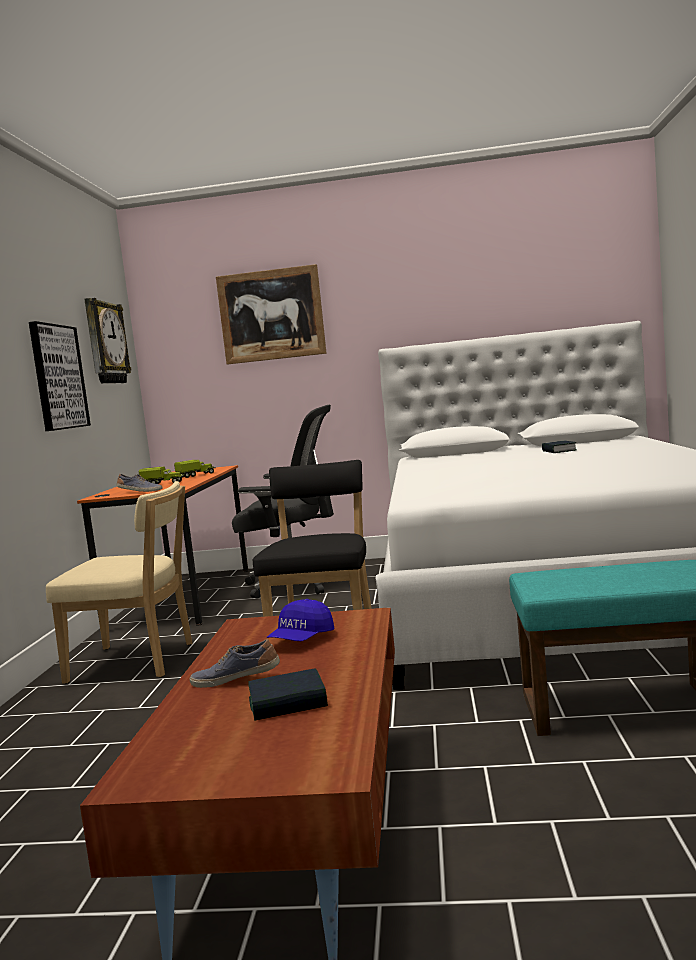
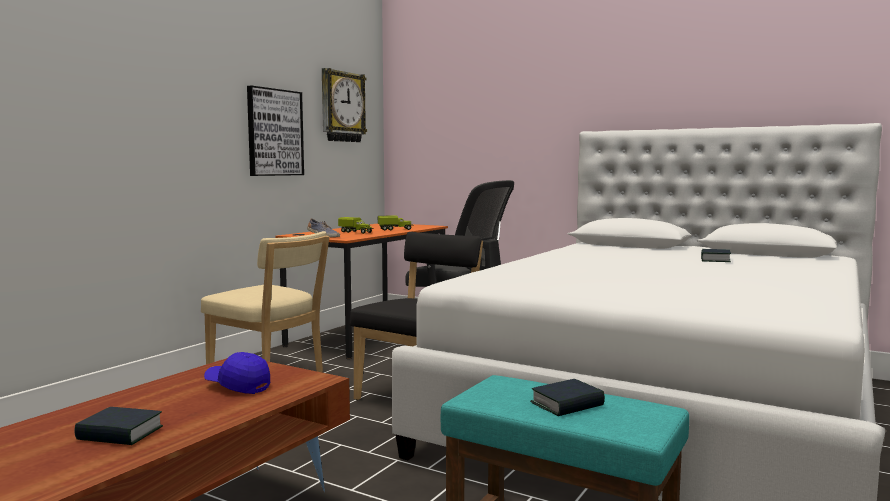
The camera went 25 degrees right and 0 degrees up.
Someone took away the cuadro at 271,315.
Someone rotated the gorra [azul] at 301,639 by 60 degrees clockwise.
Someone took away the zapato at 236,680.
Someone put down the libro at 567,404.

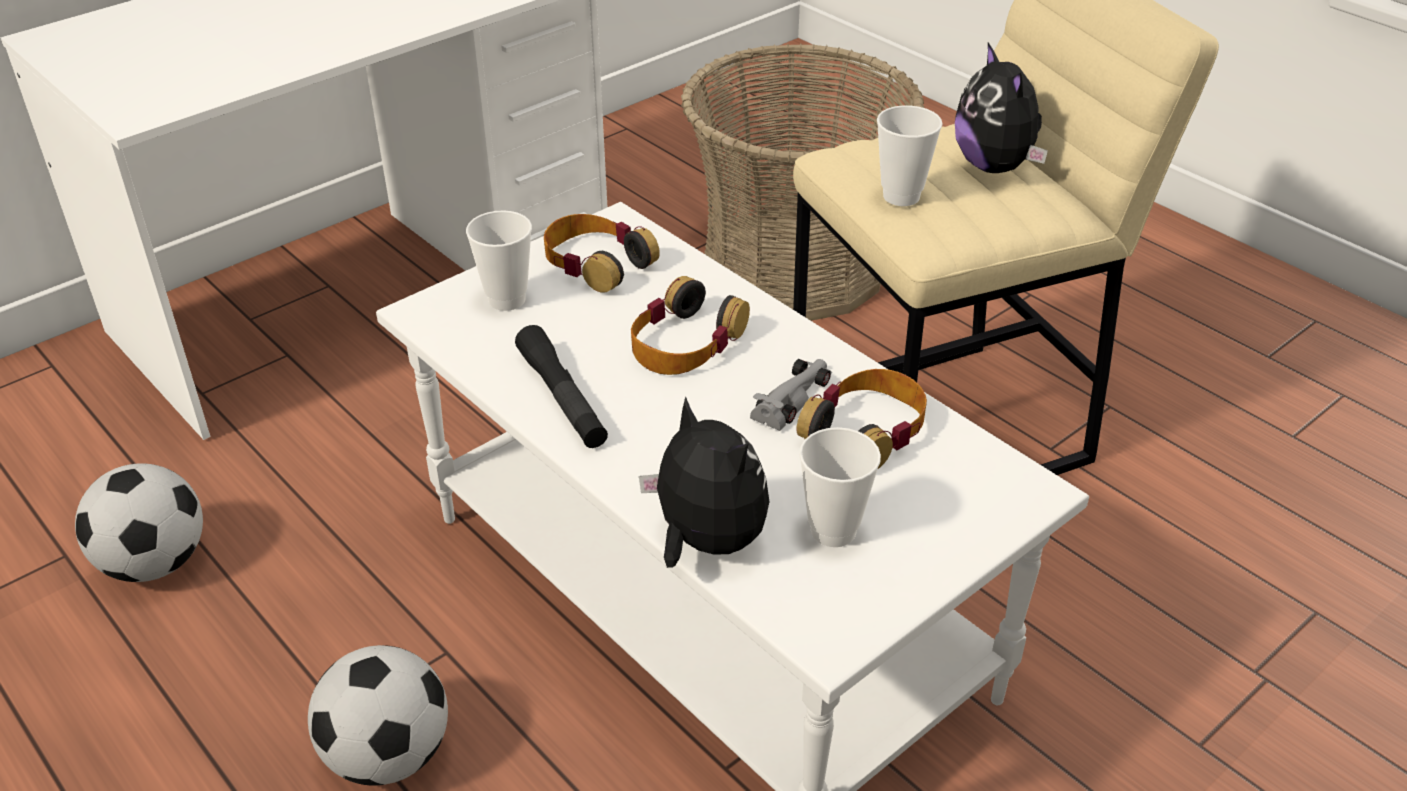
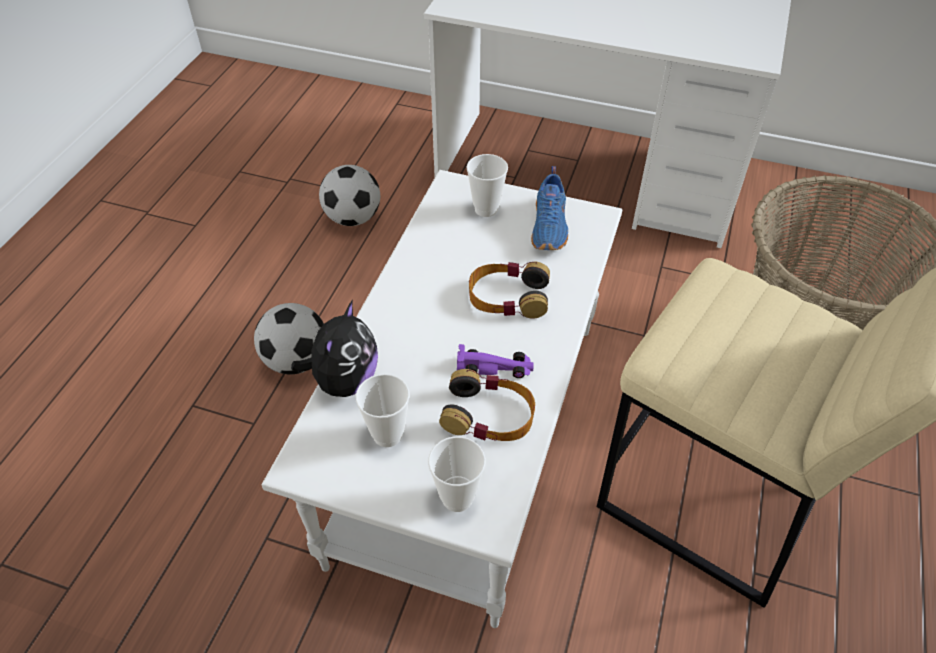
The camera went 60 degrees right and 10 degrees up.
Someone took away the peluche at 995,166.
Someone carried the taza from 901,196 to 457,497.
Someone swapped the auriculares at 596,263 for the zapato [azul] at 550,227.
Someone took away the linterna [negro] at 562,398.
Someone repainted the coche de juguete [gris] at 793,397, which became the coche de juguete [morado] at 495,367.

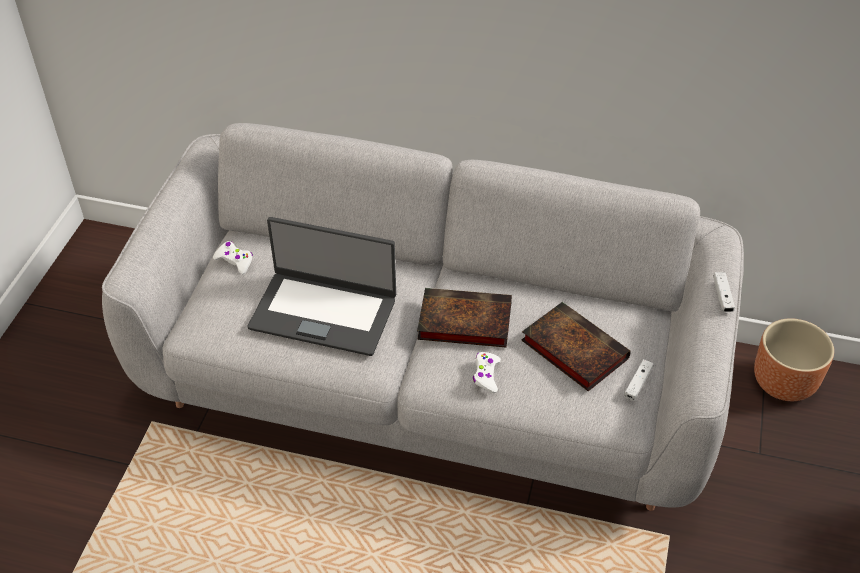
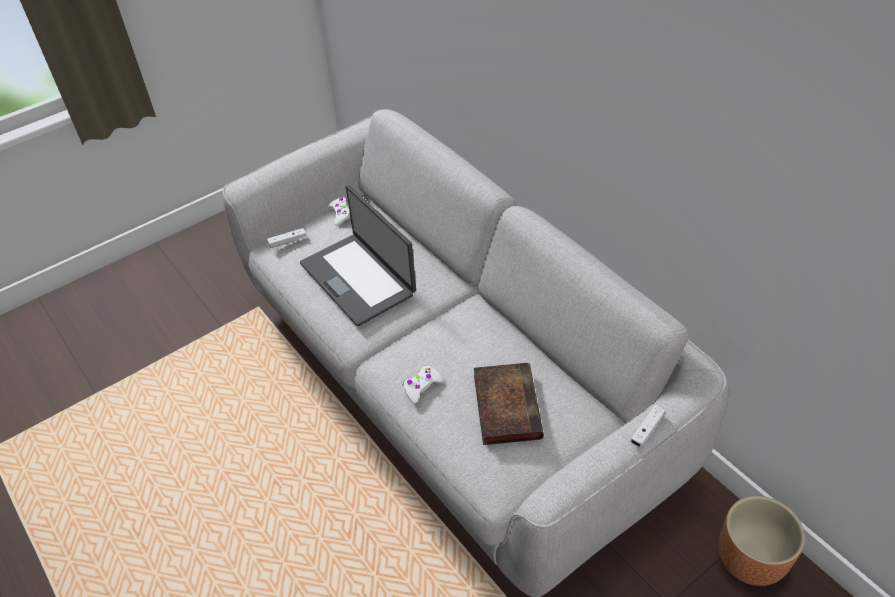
The camera went 40 degrees right and 0 degrees up.
Someone took away the libro at 462,322.
Someone carried the mando de consola [blanco] from 638,383 to 287,241.

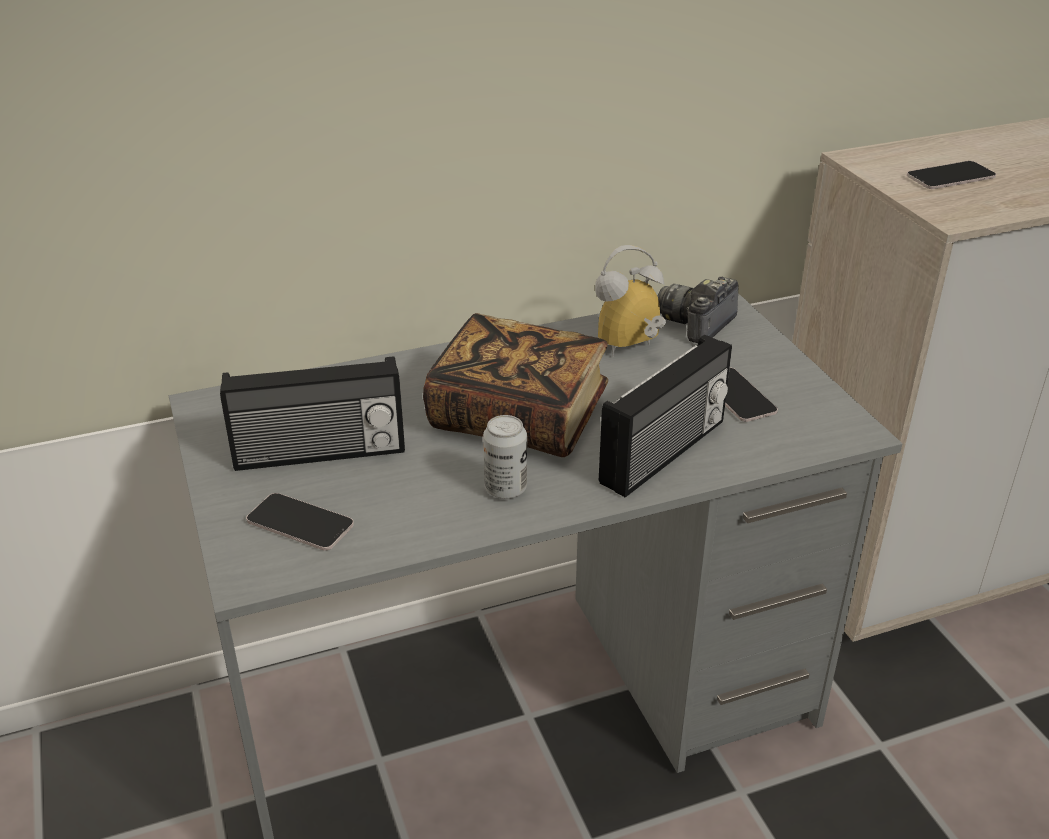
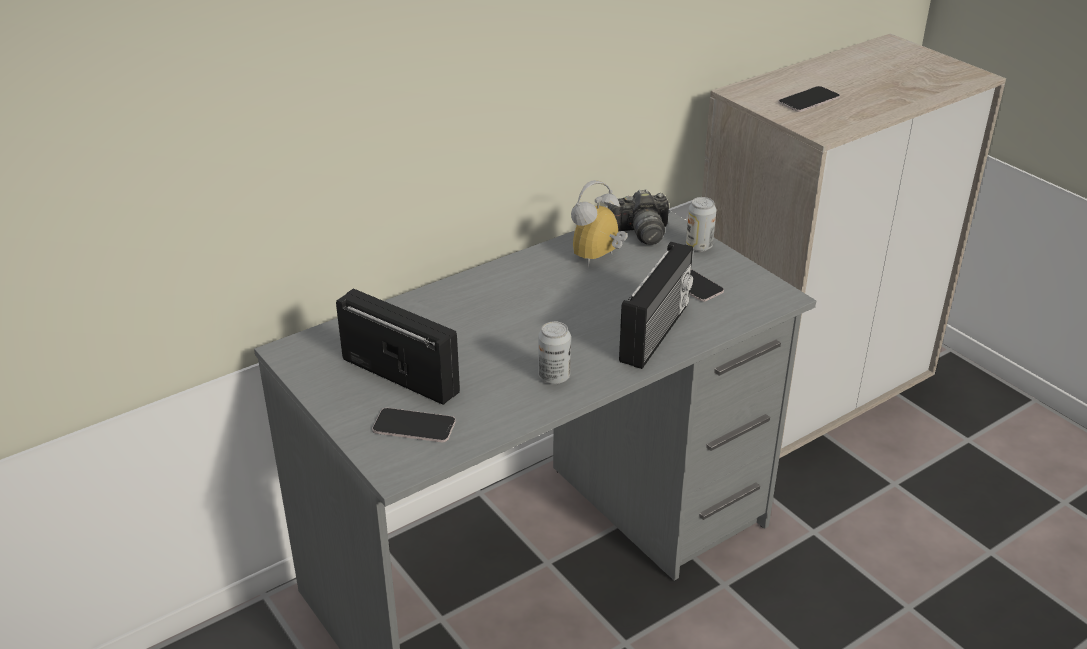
The camera went 15 degrees left and 0 degrees up.
Someone rotated the cámara at 698,324 by 120 degrees counterclockwise.
Someone took away the libro at 518,417.
Someone rotated the radio at 320,454 by 120 degrees counterclockwise.
Someone put down the lata at 699,246.

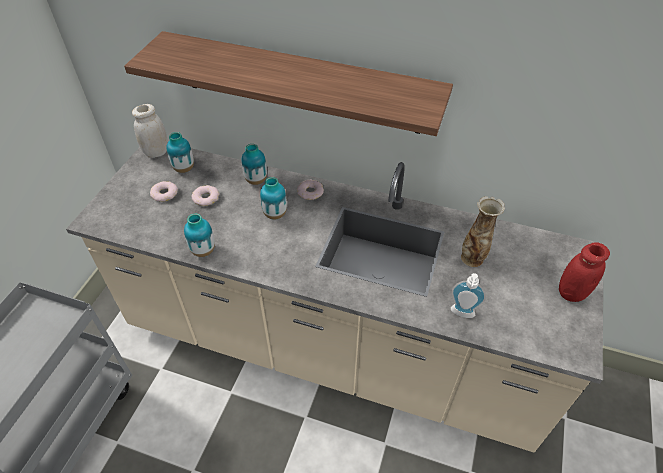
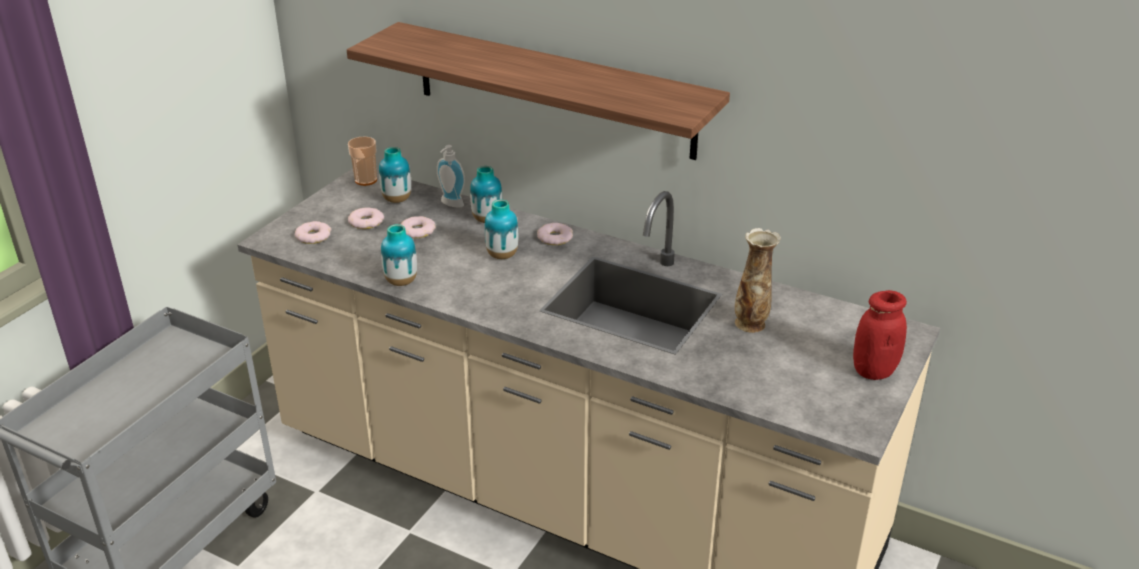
The camera went 10 degrees right and 15 degrees down.
Someone swapped the tarro [blanco] at 156,152 for the taza at 366,180.
Someone carried the dispensador de jabón from 462,314 to 450,204.
Someone put down the rosquilla at 313,236.

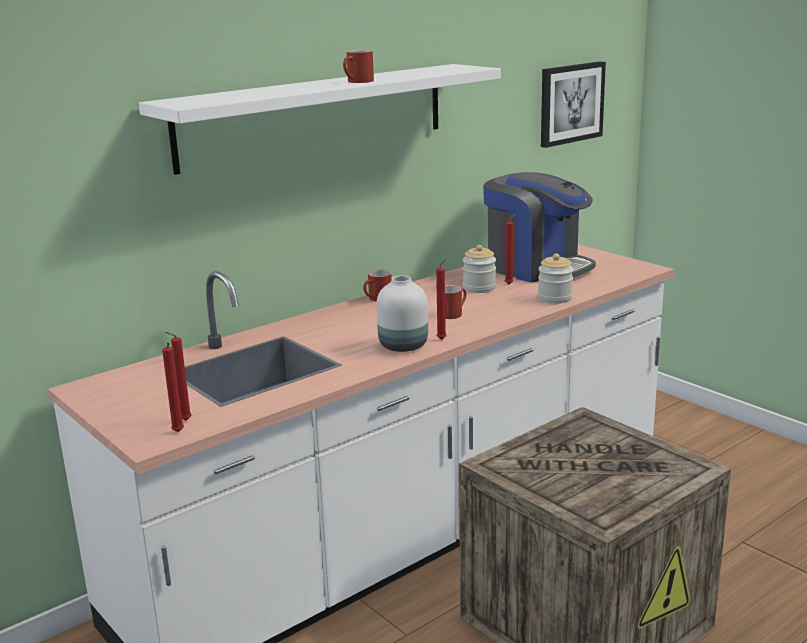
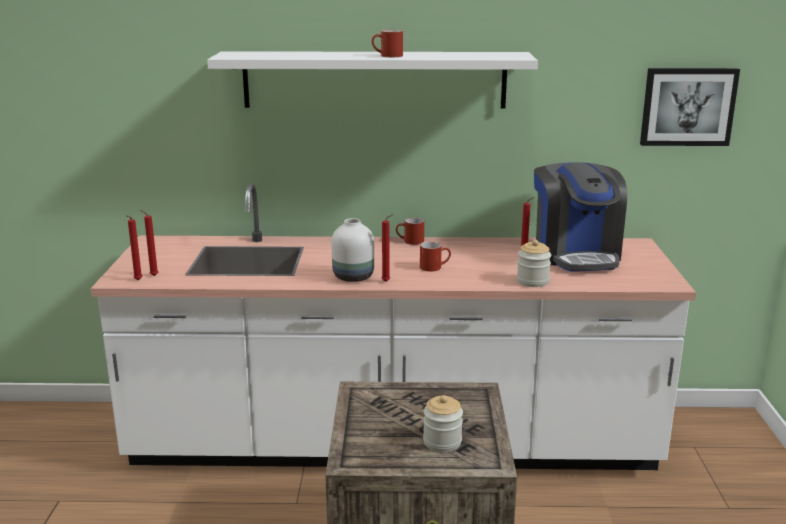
The camera went 40 degrees right and 0 degrees up.
Someone carried the tarro from 479,288 to 442,442.

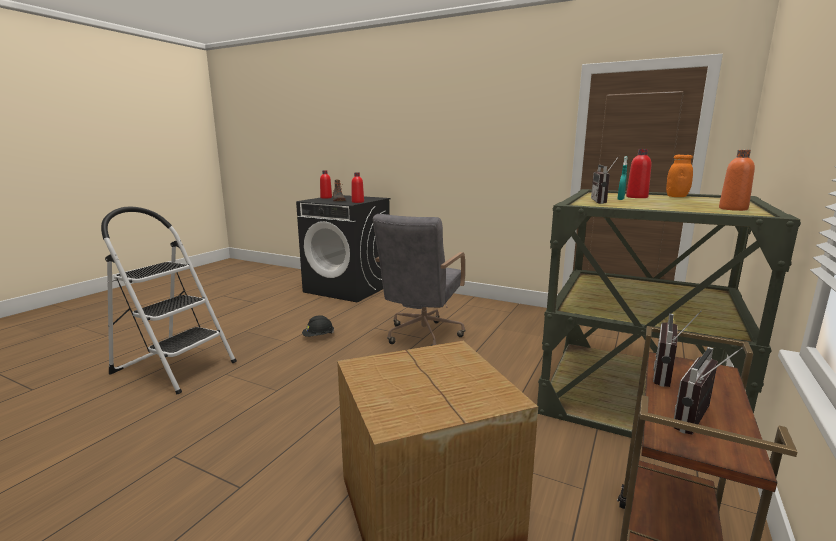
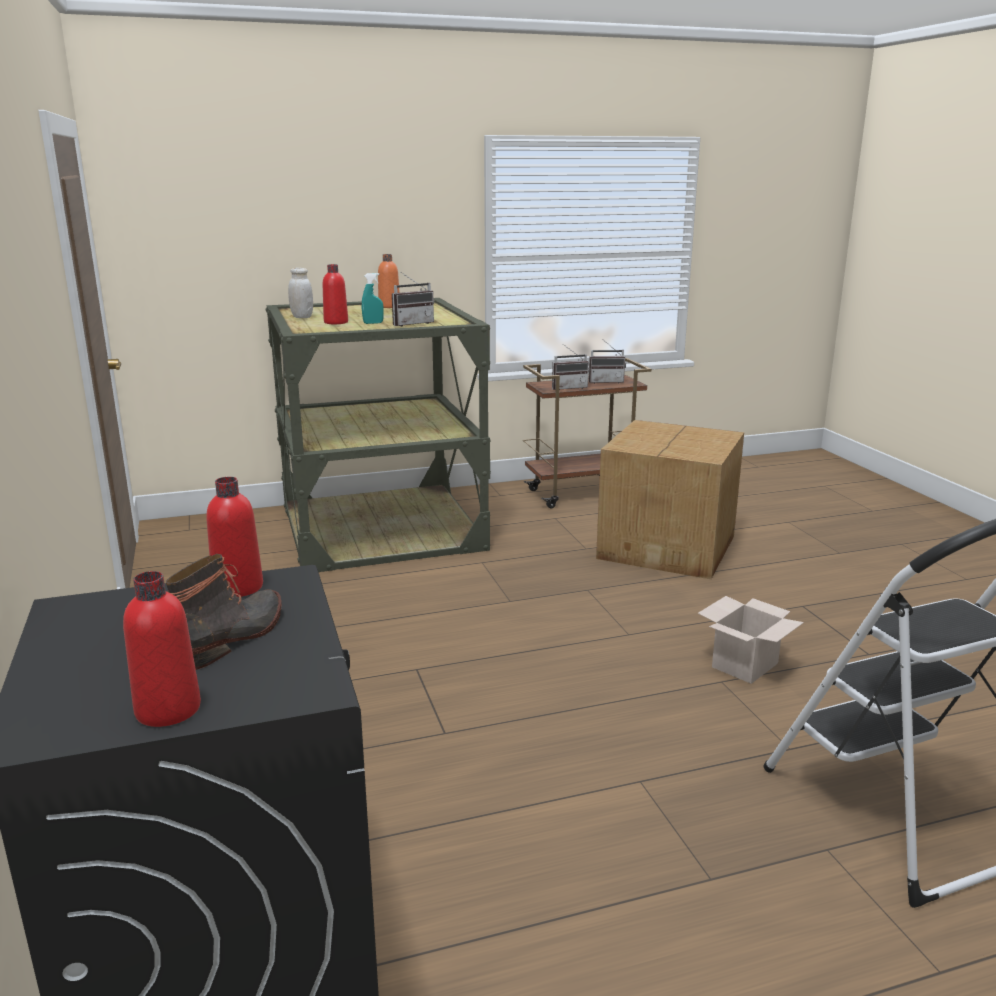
The camera went 135 degrees left and 5 degrees up.
Someone repainted the tarro [naranja] at 676,196, which became the tarro [blanco] at 302,317.
Someone took away the silla de oficina [gris] at 422,337.
Someone took away the casco [negro] at 318,336.
Someone put down the caja de cartón at 744,664.

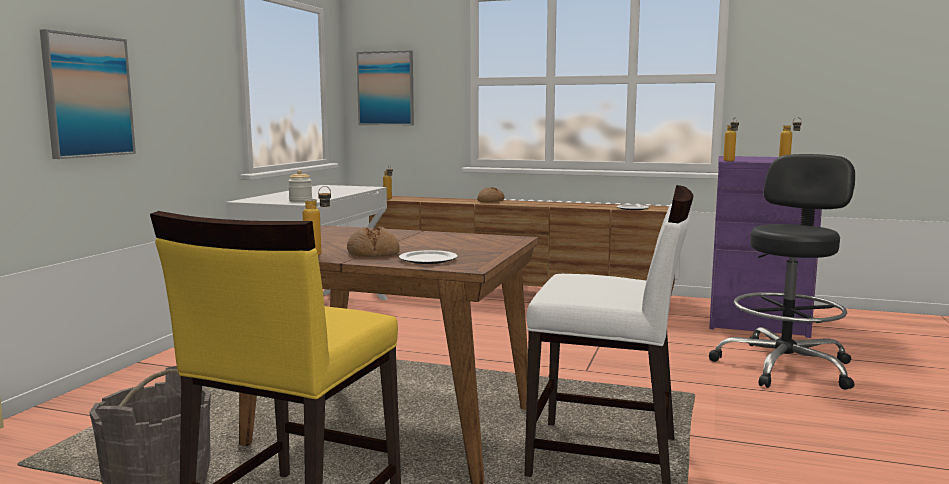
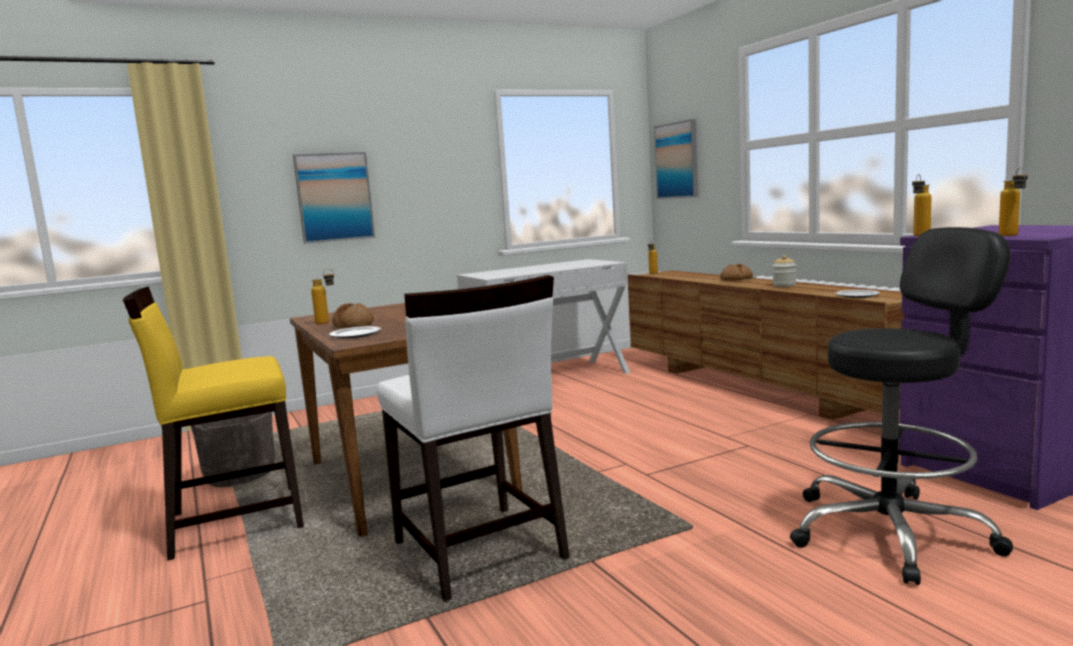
The camera went 45 degrees right and 0 degrees up.
Someone carried the tarro from 300,201 to 784,285.

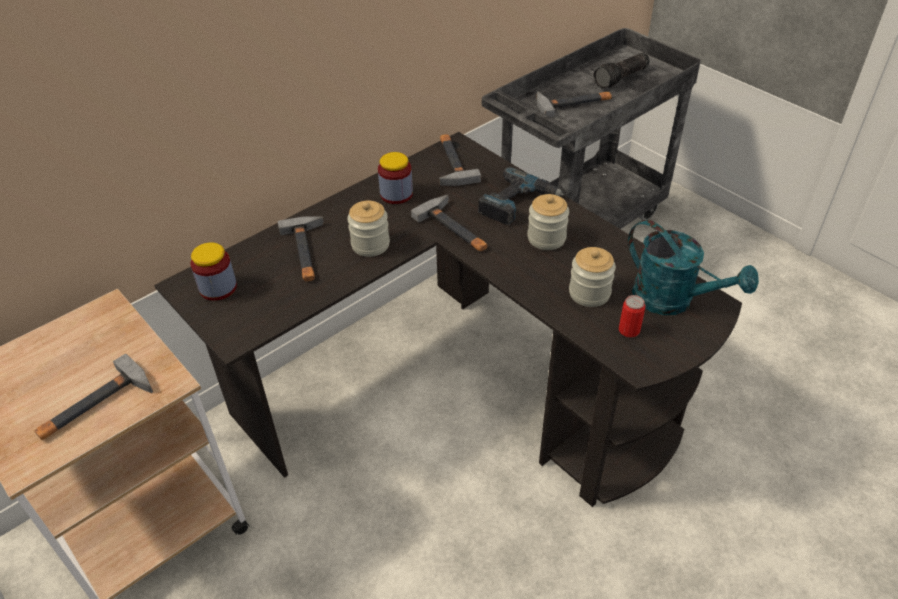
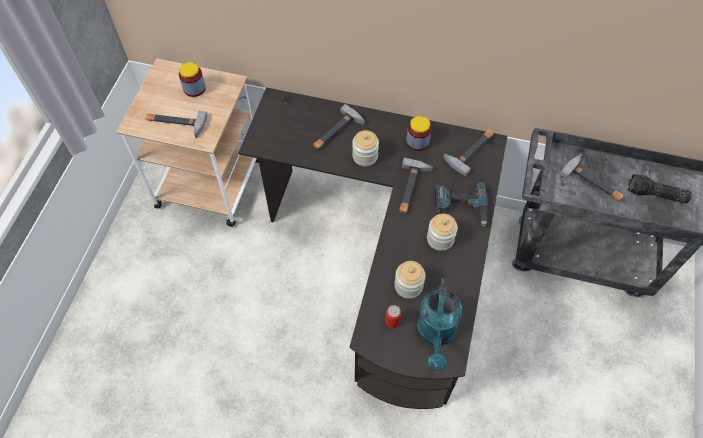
The camera went 55 degrees right and 15 degrees up.
Someone carried the tarro from 218,288 to 194,88.

